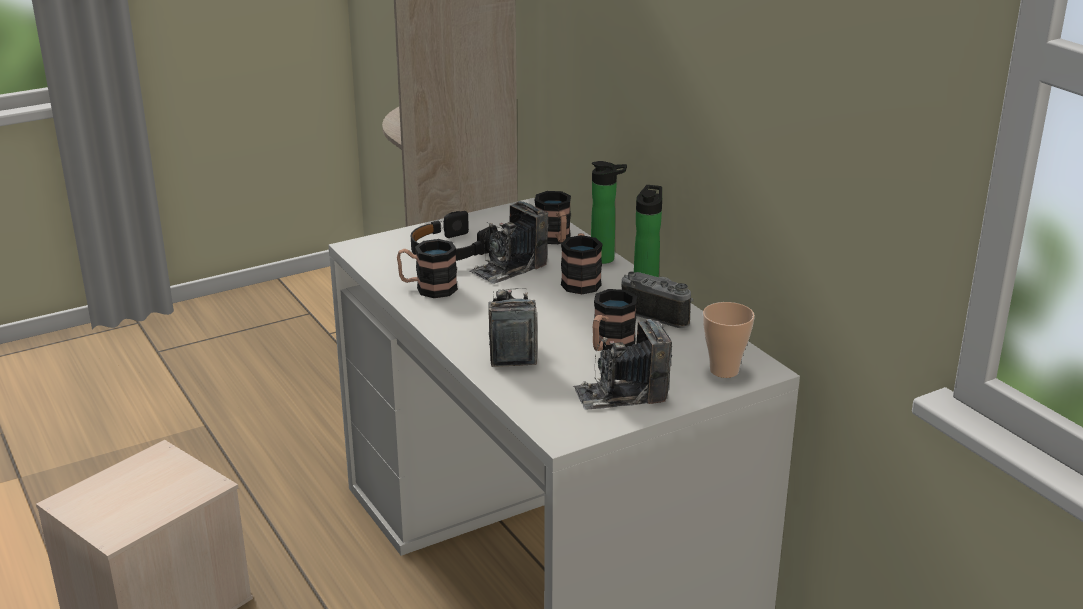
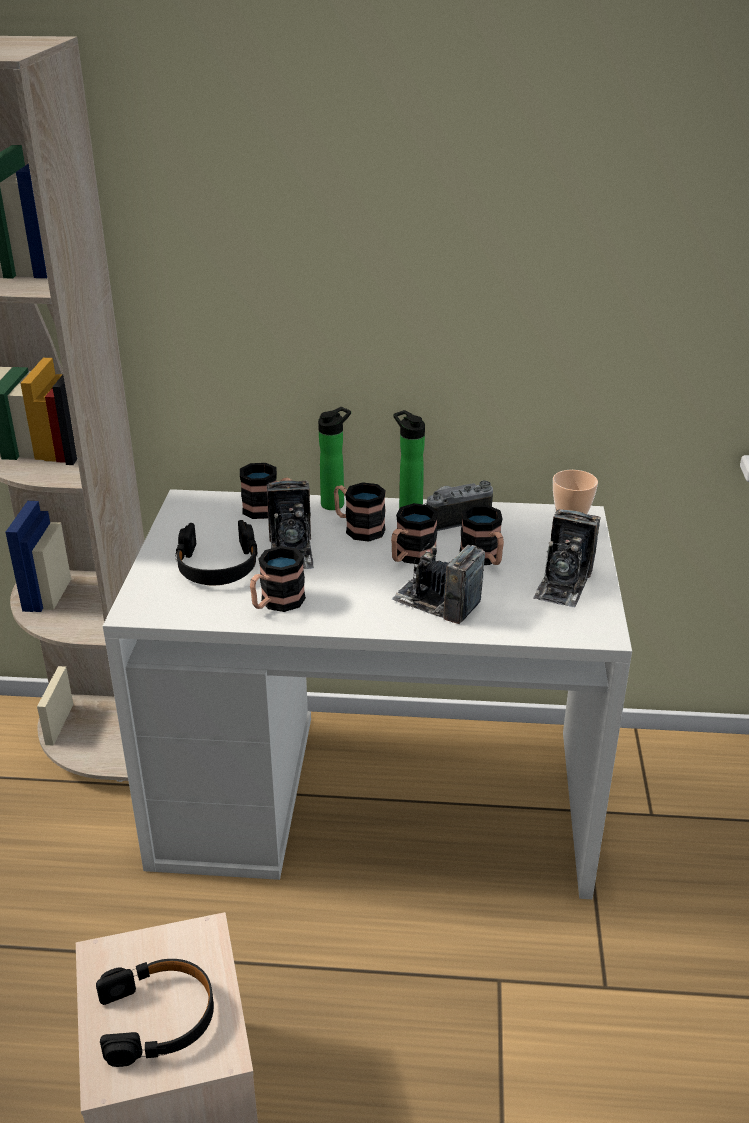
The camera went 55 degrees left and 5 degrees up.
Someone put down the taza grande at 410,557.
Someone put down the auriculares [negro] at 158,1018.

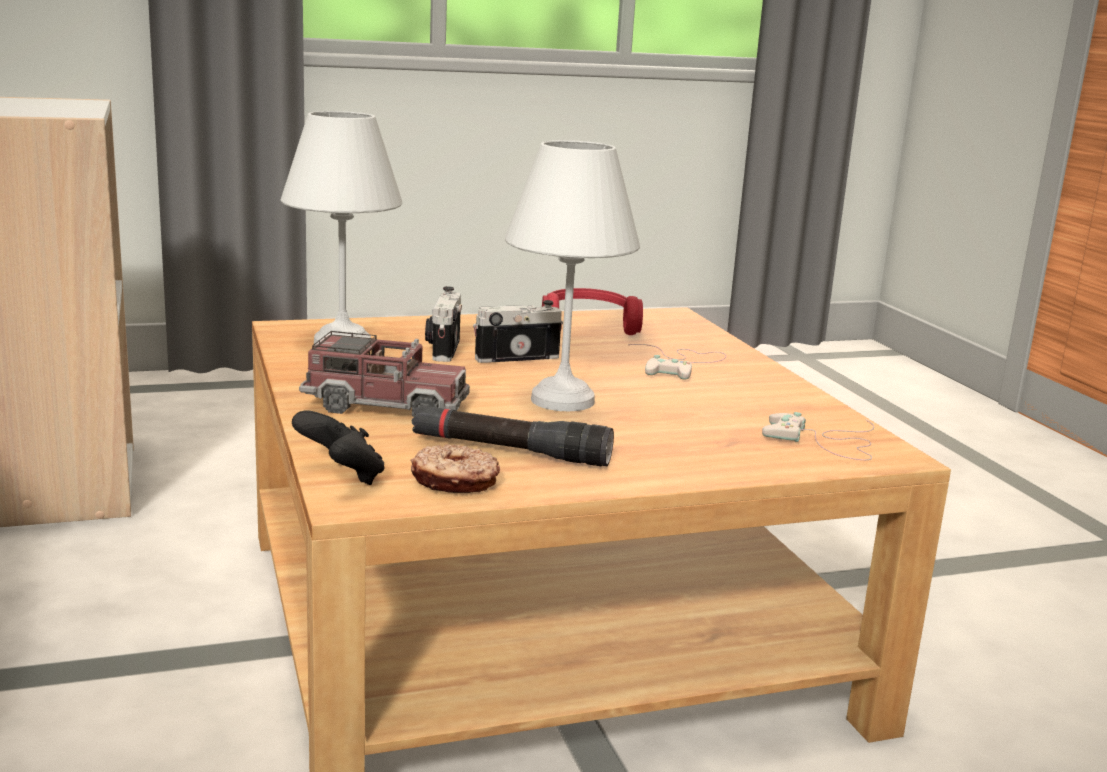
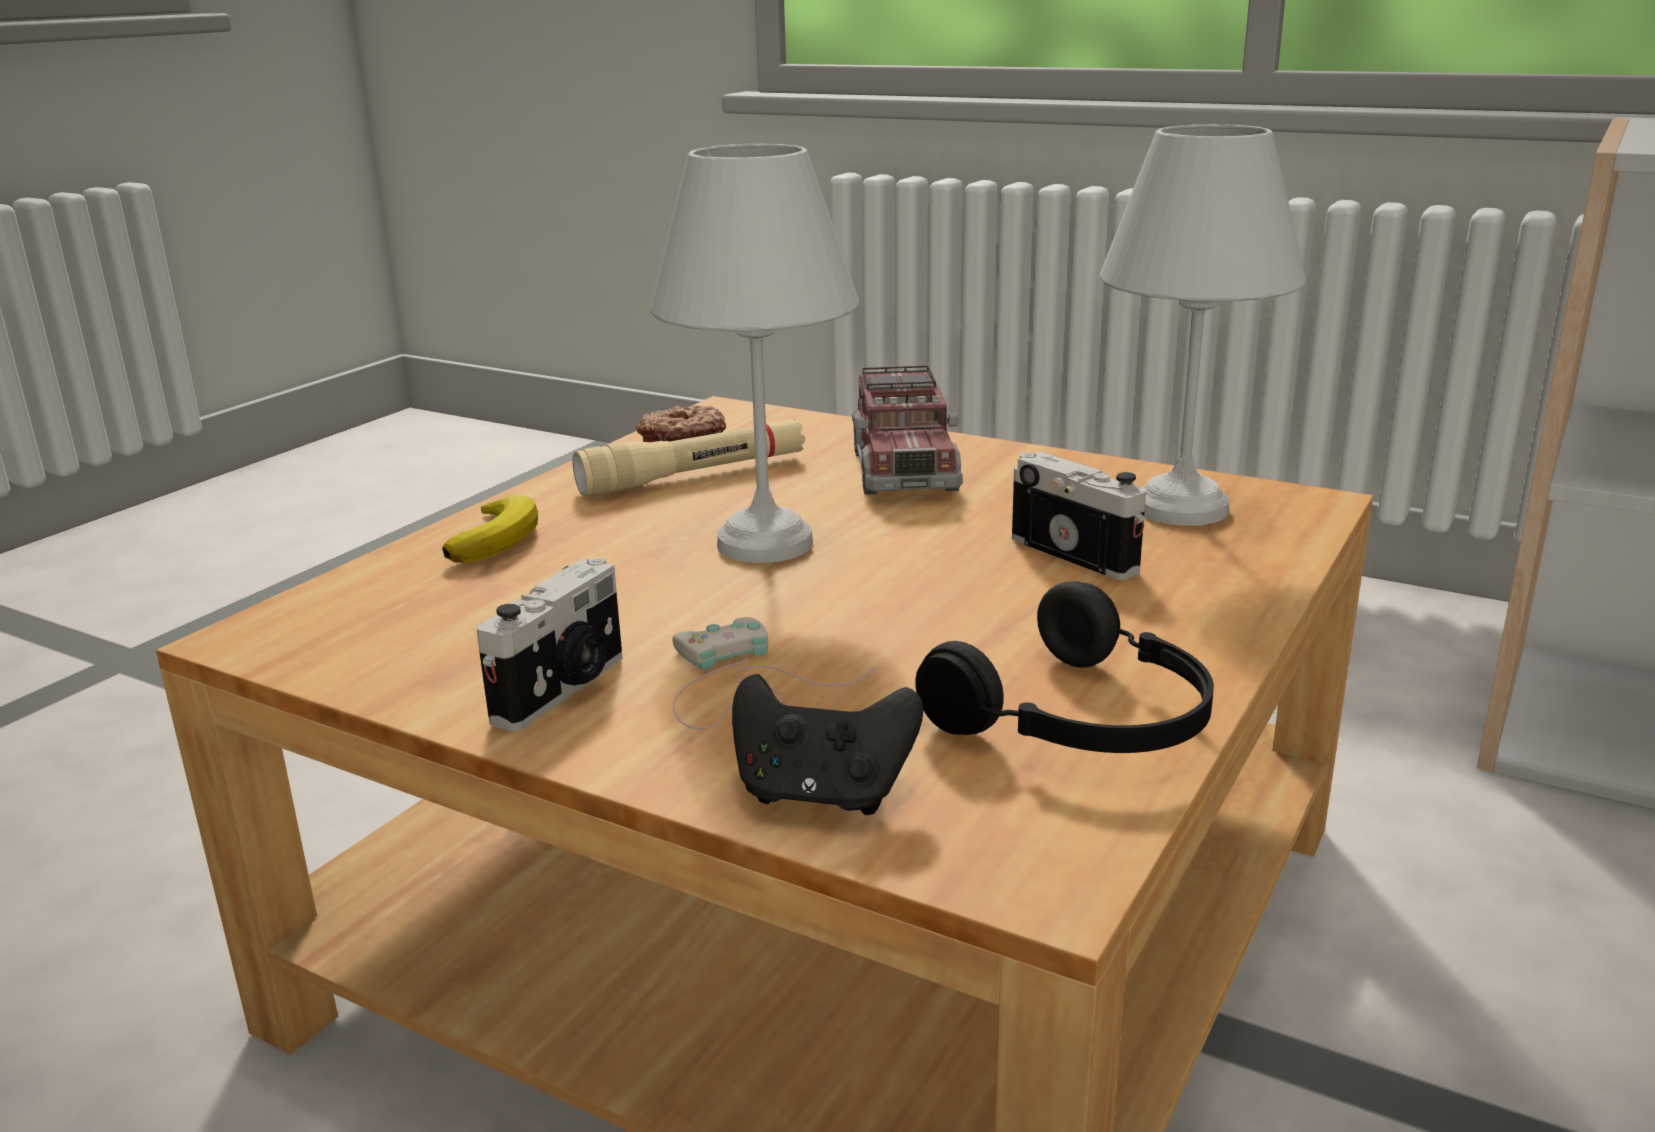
The camera went 140 degrees right and 5 degrees up.
Someone repainted the auriculares [rojo] at 587,324, which became the auriculares [negro] at 1082,721.
Someone carried the cámara from 516,357 to 564,689.
Someone rotated the camión de juguete at 386,405 by 60 degrees counterclockwise.
Someone repainted the linterna [negro] at 510,451, which became the linterna [beis] at 694,475.
Someone carried the mando de consola [negro] from 342,477 to 822,794.
Someone took away the mando de consola [blanco] at 826,443.
Someone put down the plátano at 498,537.

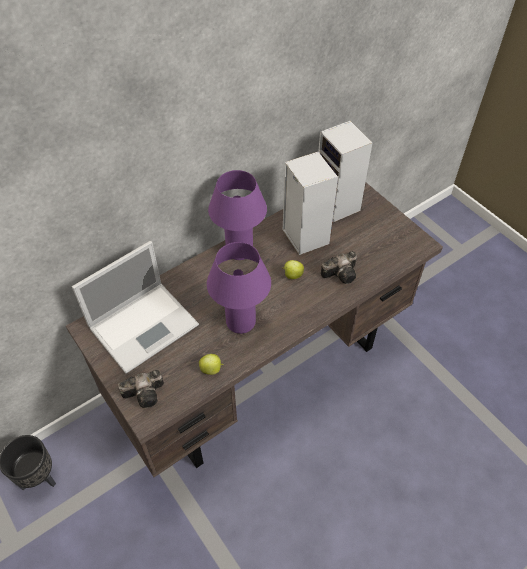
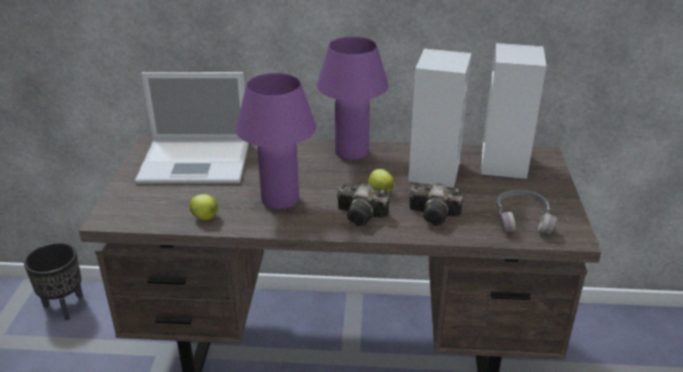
The camera went 40 degrees right and 20 degrees down.
Someone carried the cámara from 146,393 to 363,216.
Someone put down the auriculares [gris] at 523,219.

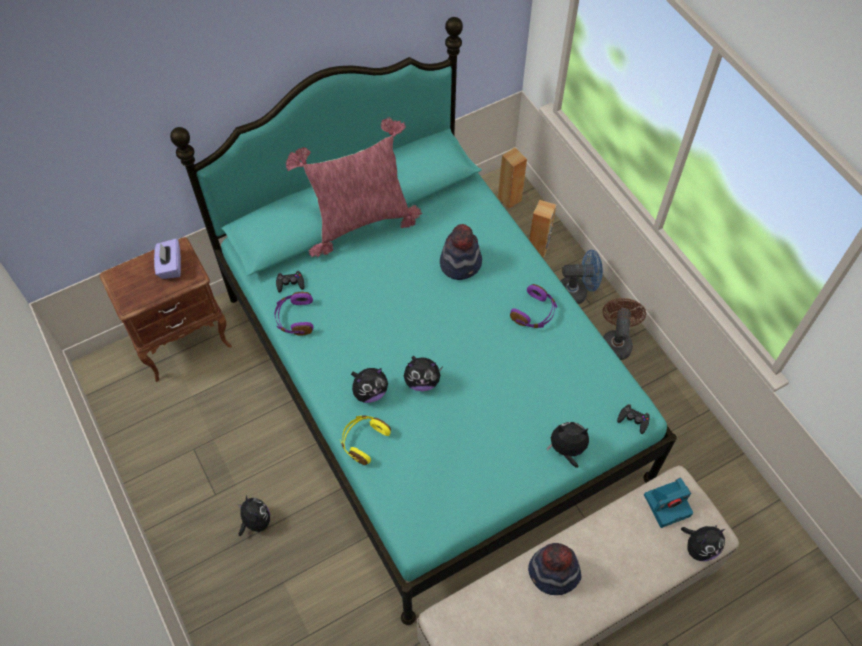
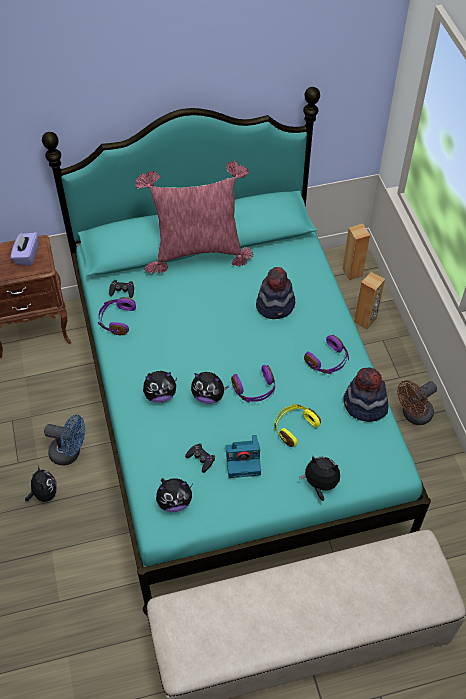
The camera went 15 degrees right and 5 degrees down.
Someone carried the ventilador [azul] from 576,292 to 70,453.
Someone rotated the ventilador [marrón] at 616,341 by 150 degrees counterclockwise.
Someone carried the mando de consola [negro] from 633,420 to 201,459.
Someone carried the auriculares [amarillo] from 363,441 to 294,427.
Someone carried the cámara from 667,504 to 244,460.
Someone carried the peluche from 699,547 to 174,502.
Someone carried the sombrero from 553,573 to 364,405.
Someone put down the auriculares [morado] at 255,389.

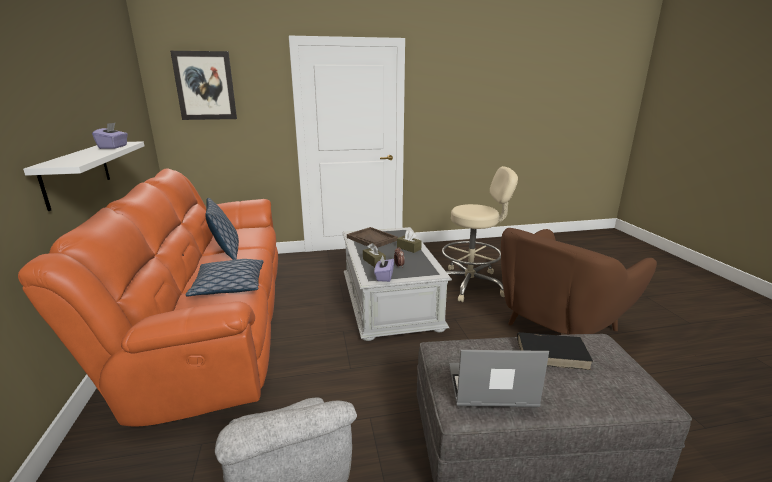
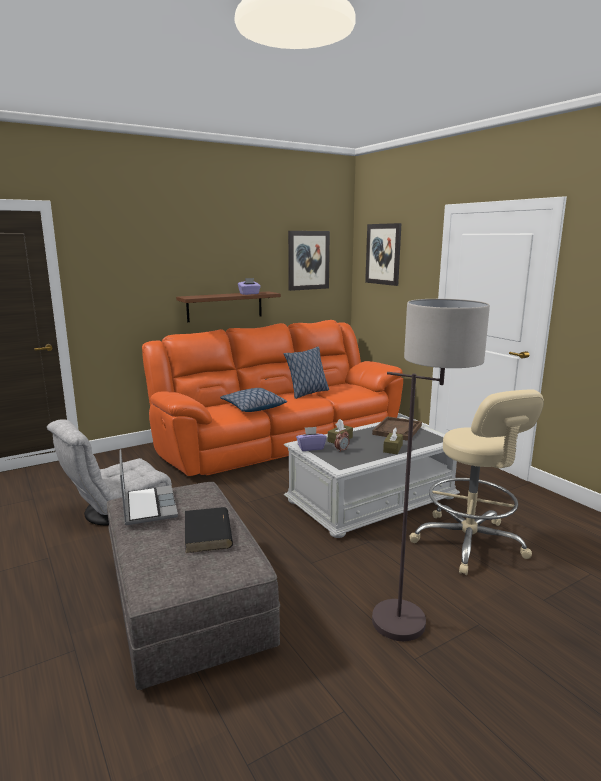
The camera went 70 degrees right and 5 degrees down.
Someone repainted the estante [blanco] at 77,173, which became the estante [marrón] at 225,306.
Someone swapped the sillón [marrón] at 559,328 for the lámpara de pie [gris] at 414,628.
Someone put up the cuadro at 308,260.

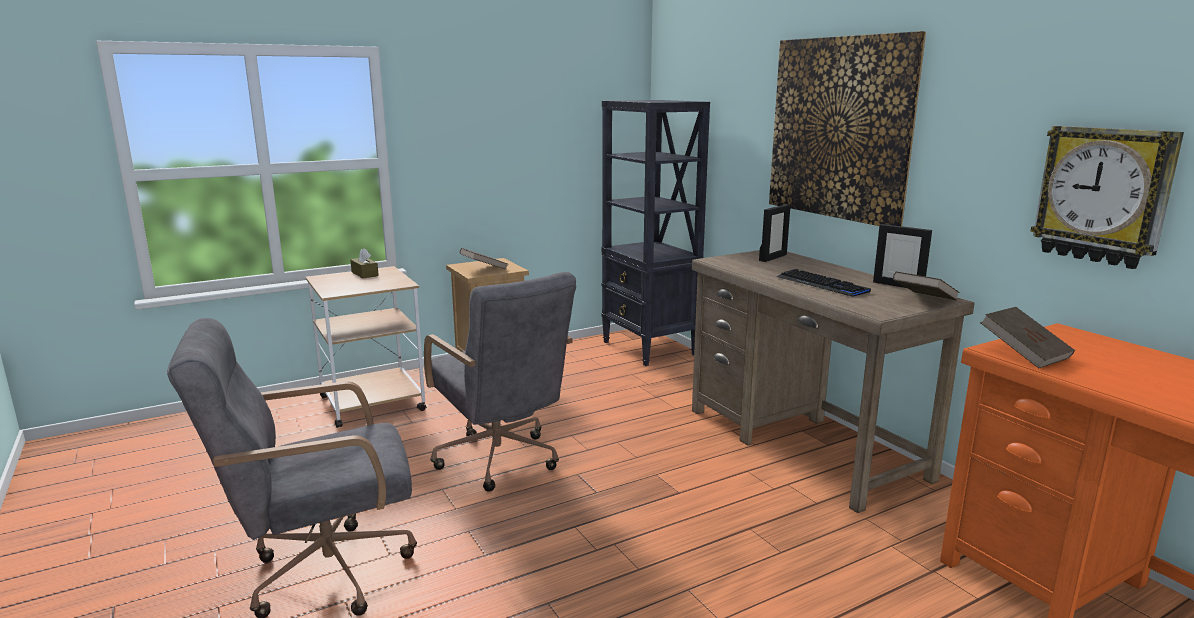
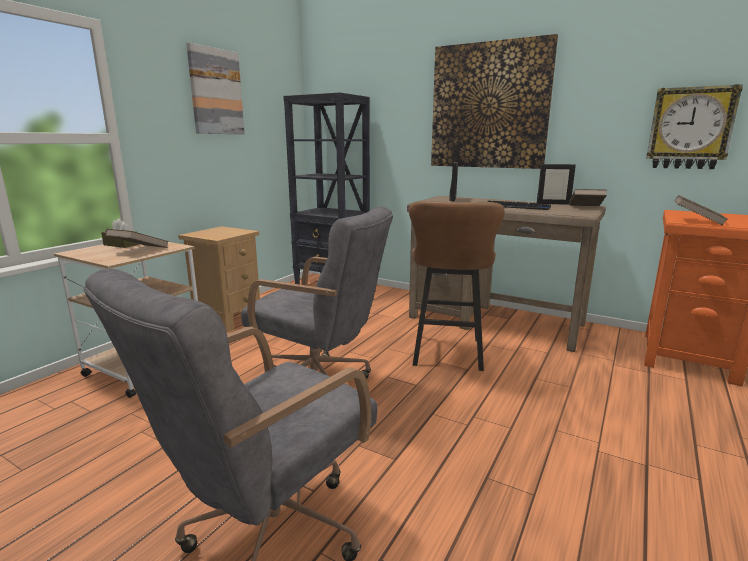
The camera went 30 degrees left and 0 degrees up.
Someone carried the libro [marrón] from 484,269 to 139,250.
Someone put up the cuadro at 216,92.
Someone put down the taburete [marrón] at 447,357.

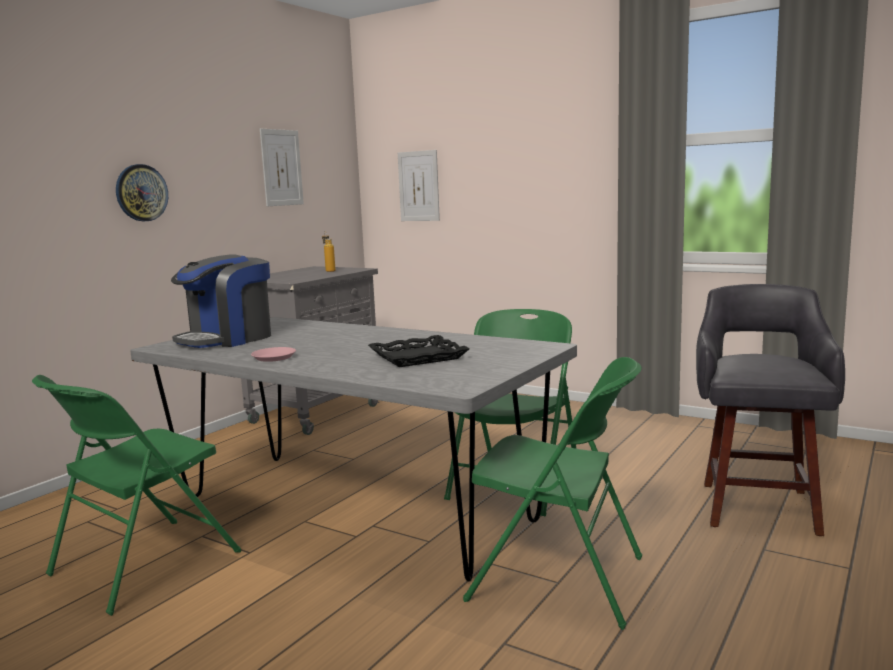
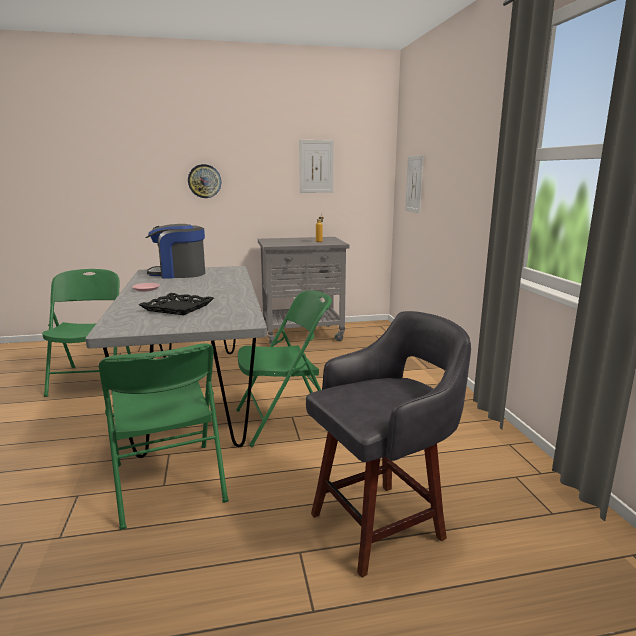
The camera went 45 degrees right and 5 degrees up.
Someone rotated the silla [verde] at 145,563 by 90 degrees clockwise.

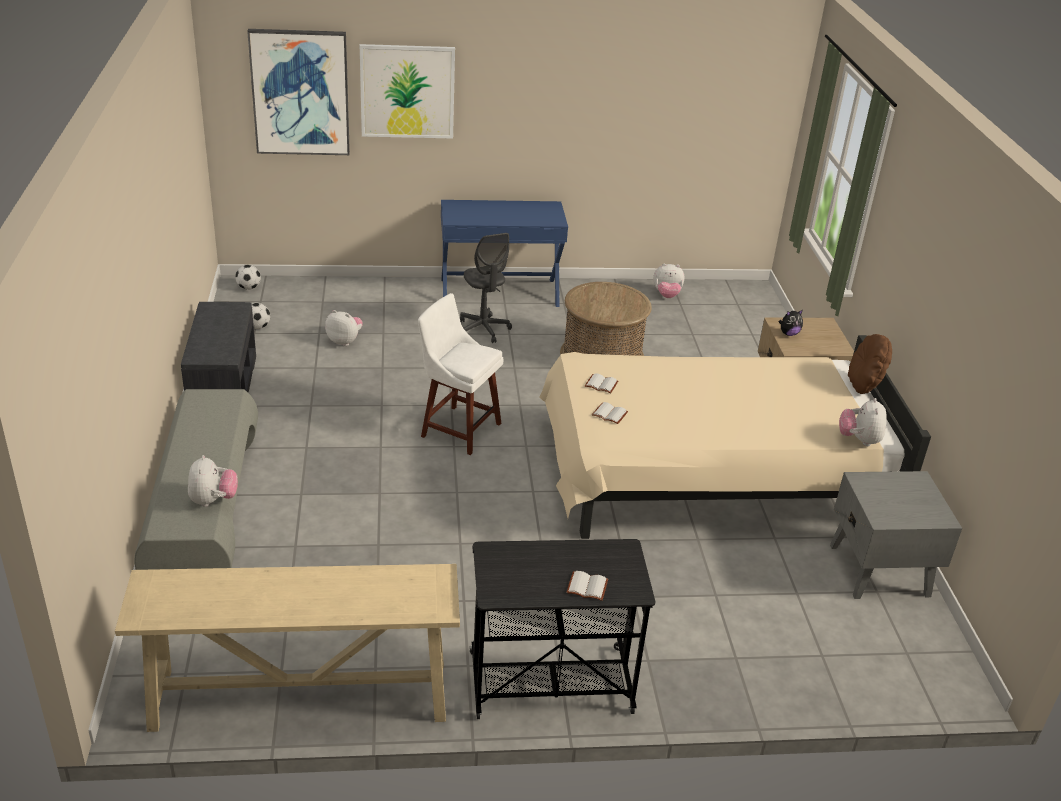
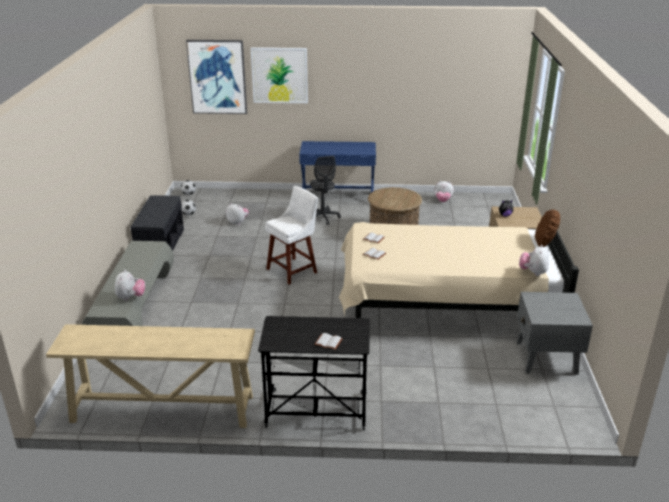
The camera went 10 degrees right and 5 degrees down.
Someone rotated the silla [blanco] at 457,428 by 105 degrees clockwise.

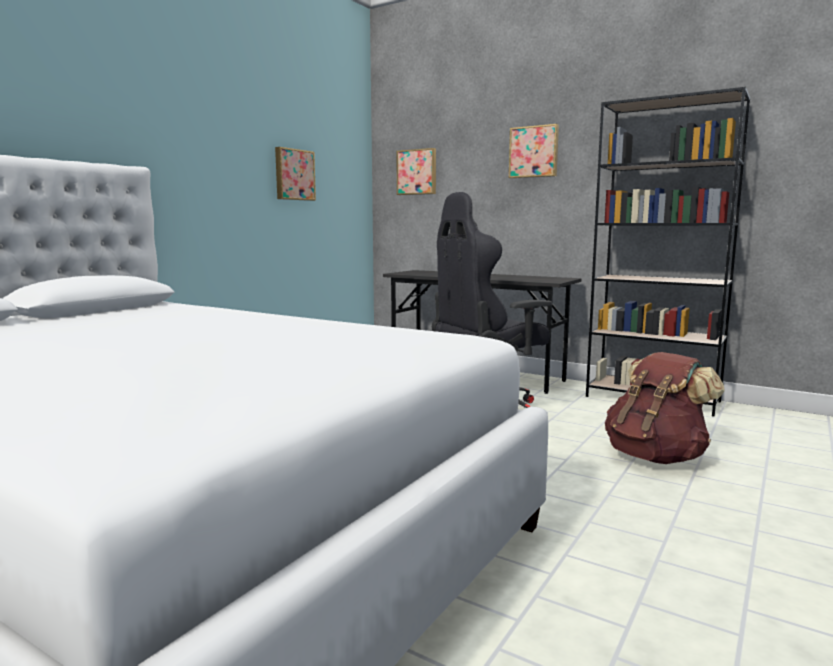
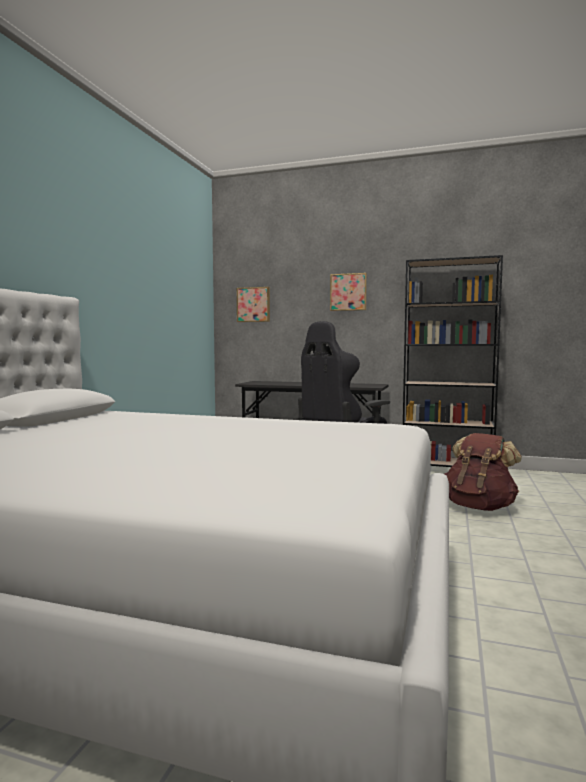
The camera went 15 degrees left and 5 degrees down.
Someone took away the cuadro at 294,175.

